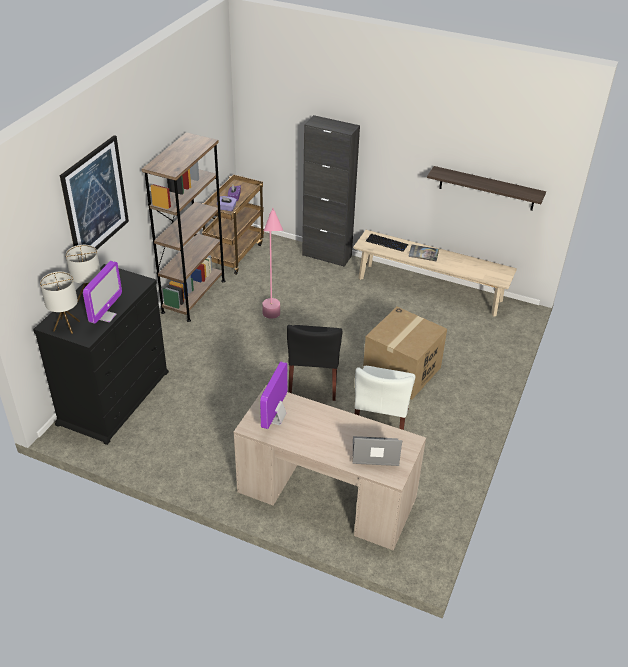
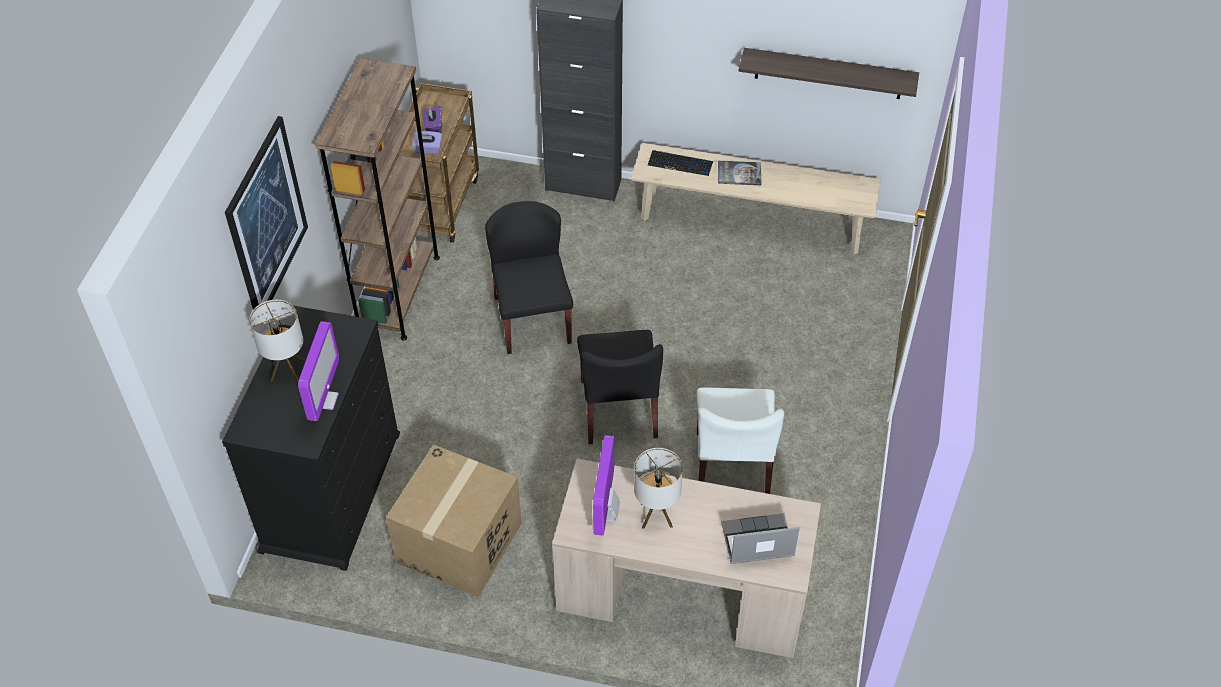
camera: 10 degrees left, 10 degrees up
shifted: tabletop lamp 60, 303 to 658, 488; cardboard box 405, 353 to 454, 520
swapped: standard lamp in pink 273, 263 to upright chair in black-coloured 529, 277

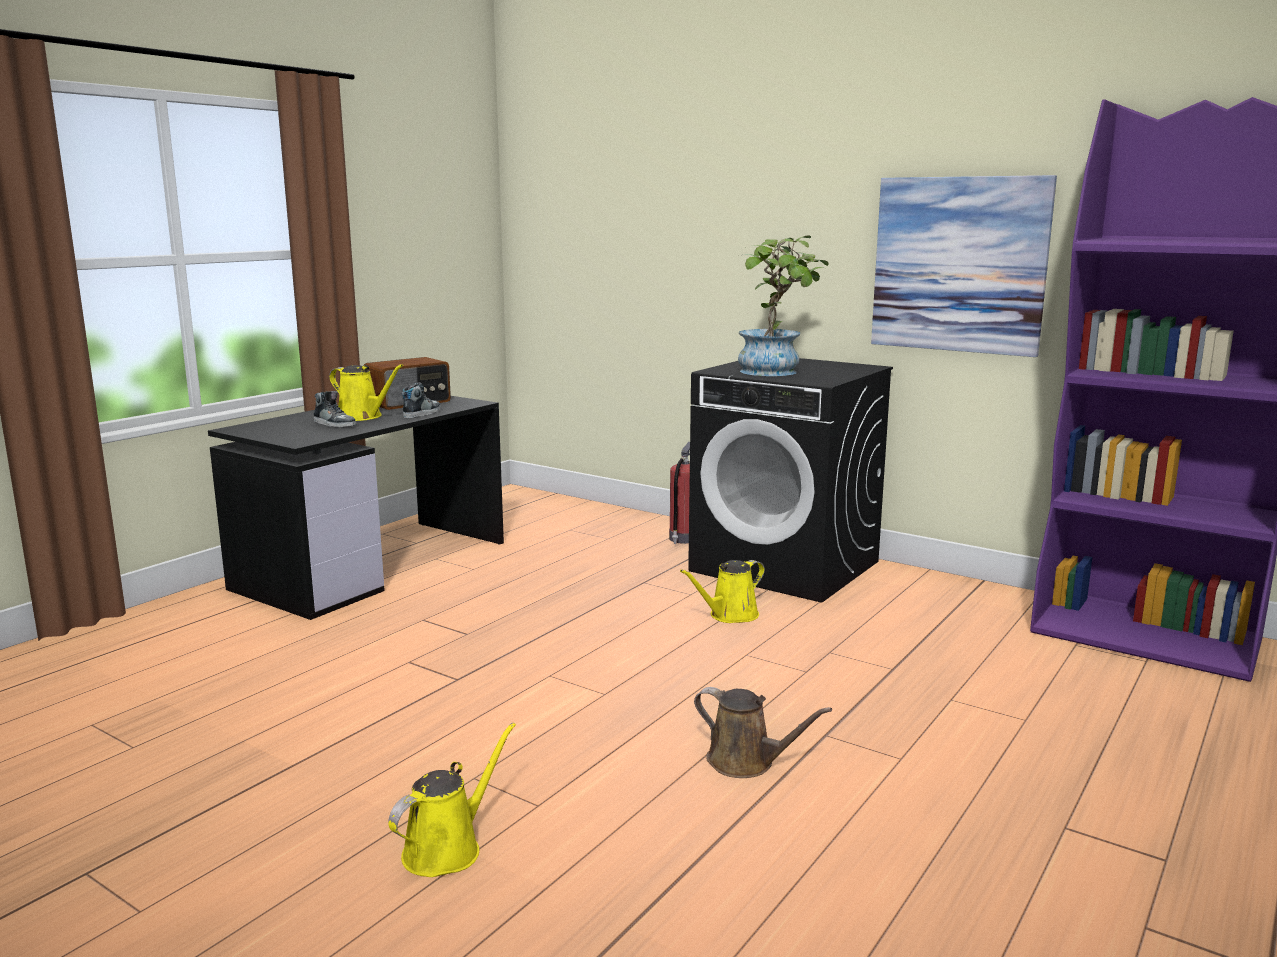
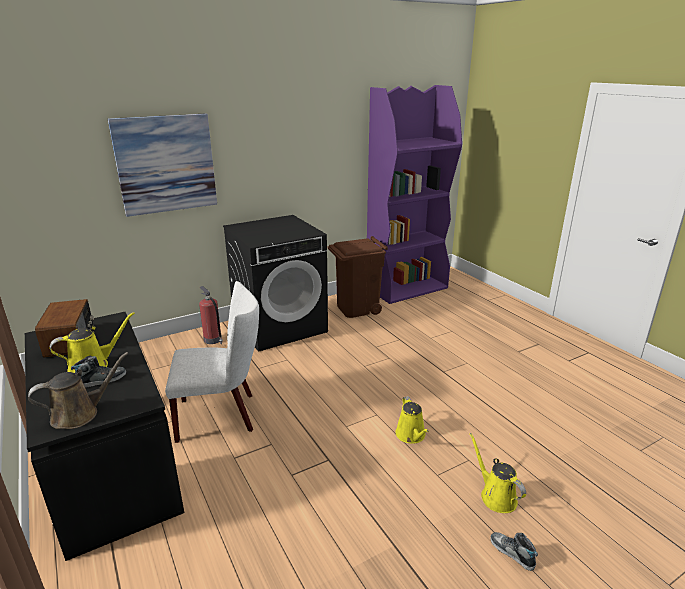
camera: 65 degrees left, 10 degrees up
gone: plant in a pot 783, 305
new: upright chair in whitish 212, 362; trash can in brownish 358, 277
shifted: shoe 420, 400 to 514, 551; watering pot in yellow 722, 591 to 412, 420; watering pot in brownish 763, 732 to 78, 390; picture 964, 266 to 162, 165

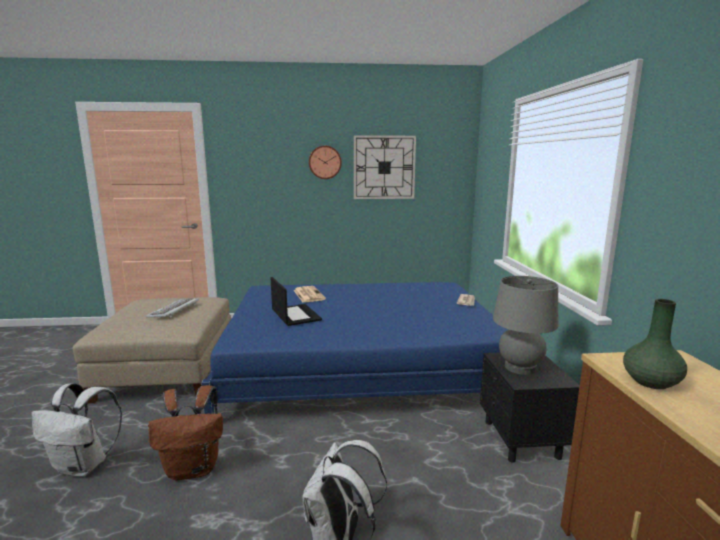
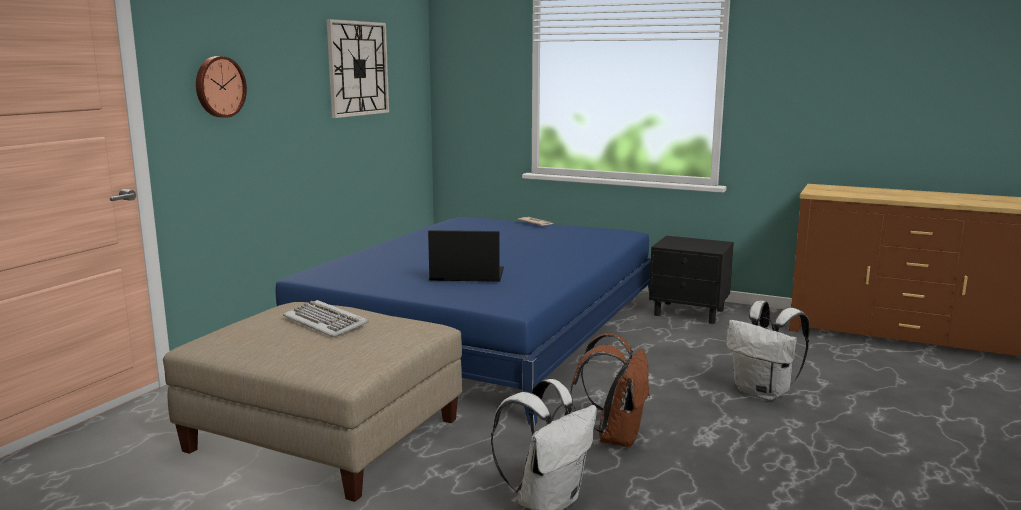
camera: 60 degrees left, 0 degrees up
gone: daily paper 309, 294; tabletop lamp in gray 525, 325; flower vase in green 655, 344
shifted: wall clock 325, 162 to 221, 87

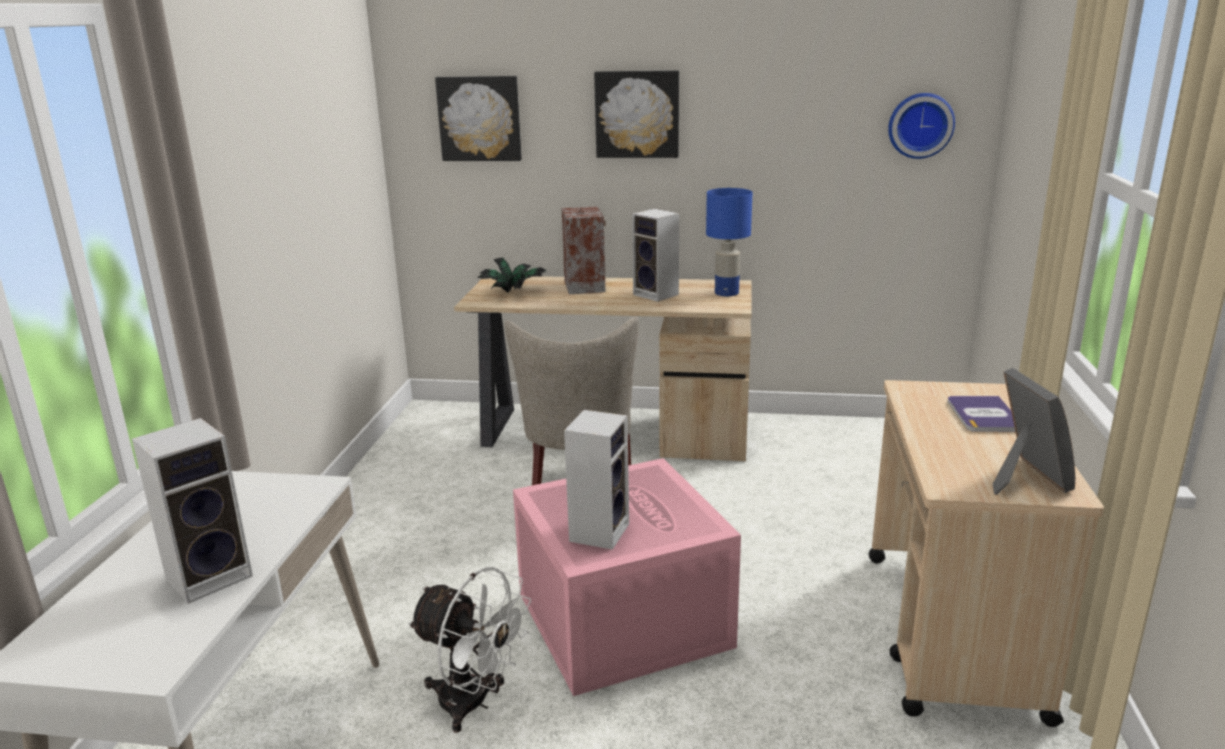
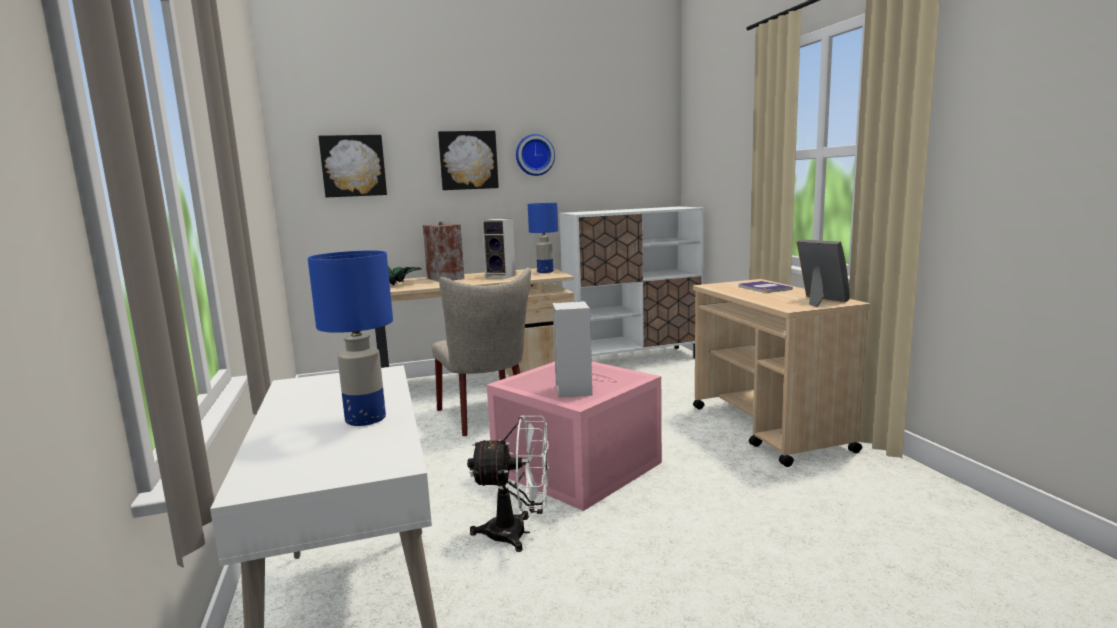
camera: 25 degrees left, 10 degrees down
new: cabinet in whitish 631, 282
shifted: wall clock 921, 126 to 535, 155
swapped: speaker 192, 511 to tabletop lamp in blue 350, 338

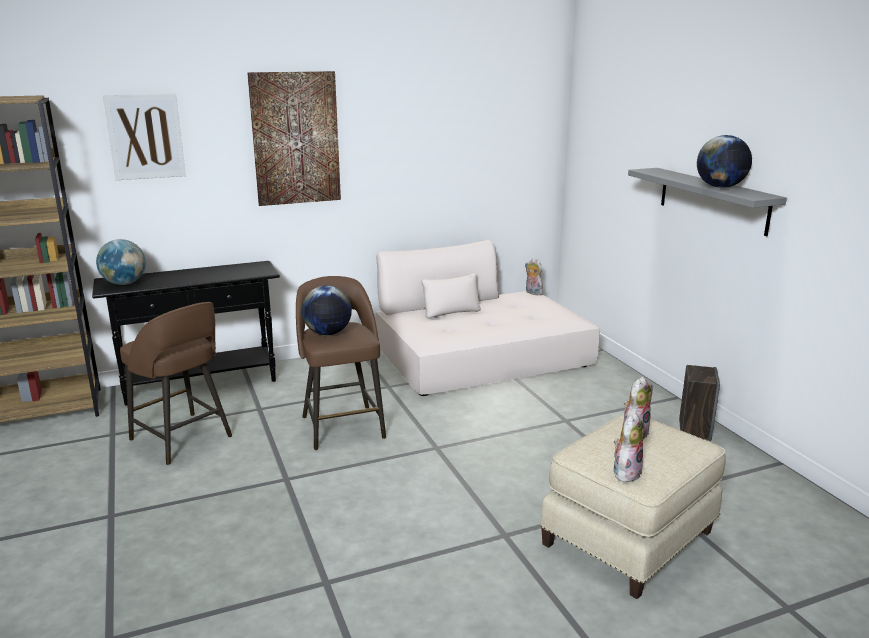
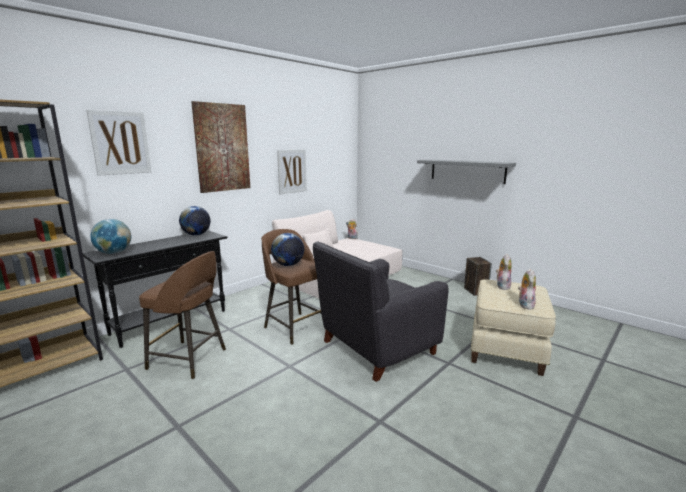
camera: 25 degrees left, 5 degrees down
new: picture 292, 172; easy chair in black-coloured 380, 311
shifted: desk globe 724, 161 to 195, 220

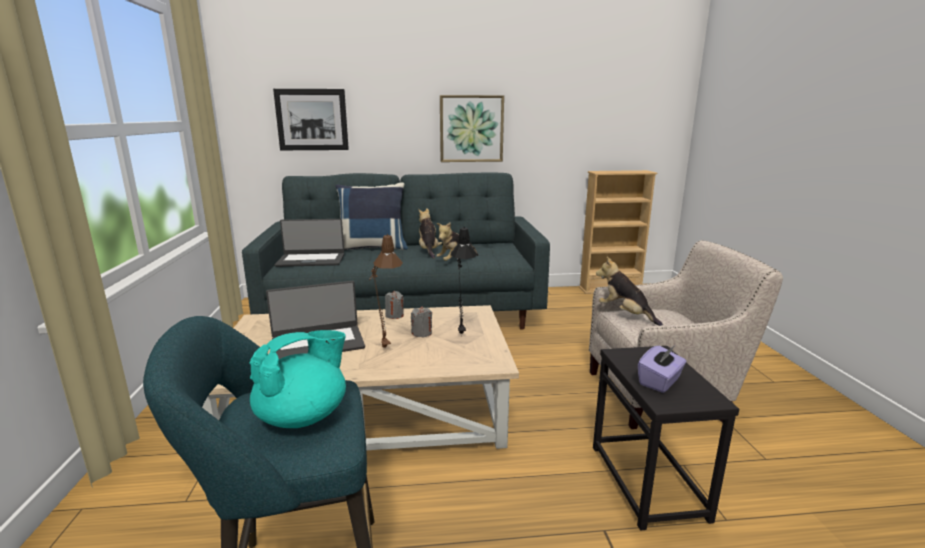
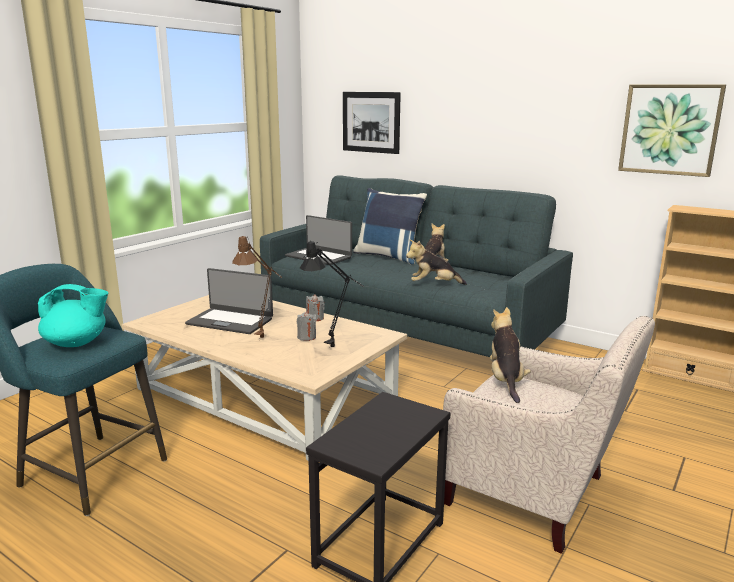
camera: 40 degrees right, 0 degrees up
gone: box of tissues in purple-coloured 662, 369
shifted: picture 472, 128 to 672, 131

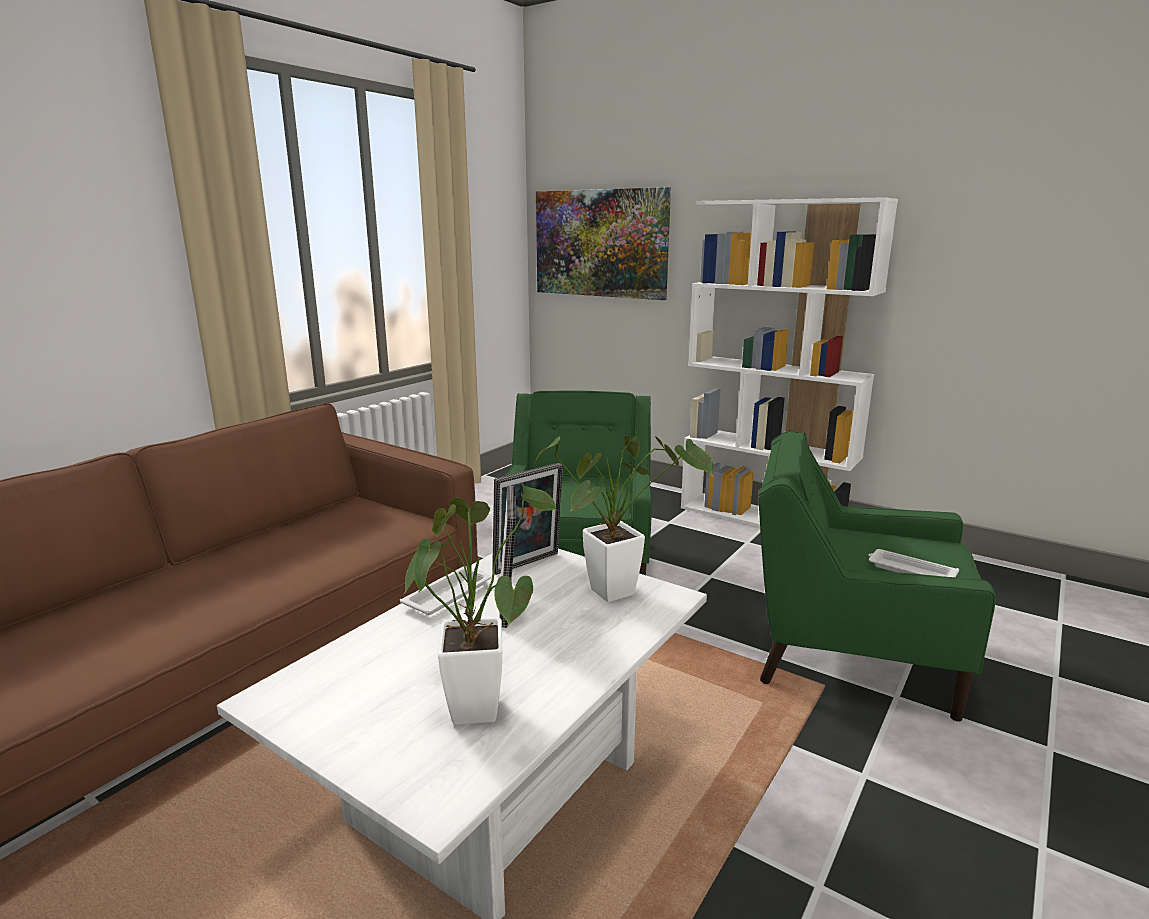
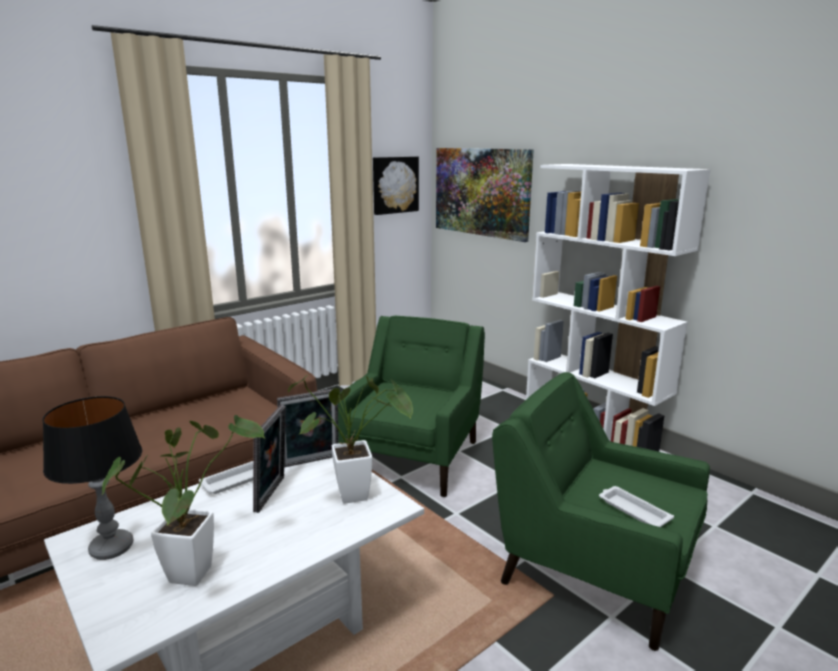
camera: 15 degrees right, 0 degrees up
new: tabletop lamp 92, 478; picture 396, 185

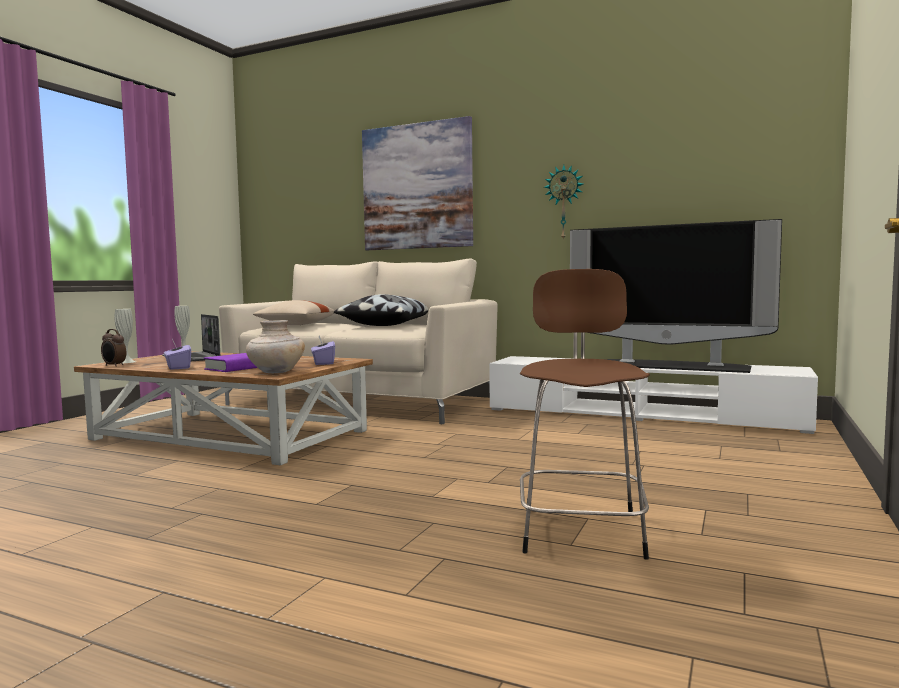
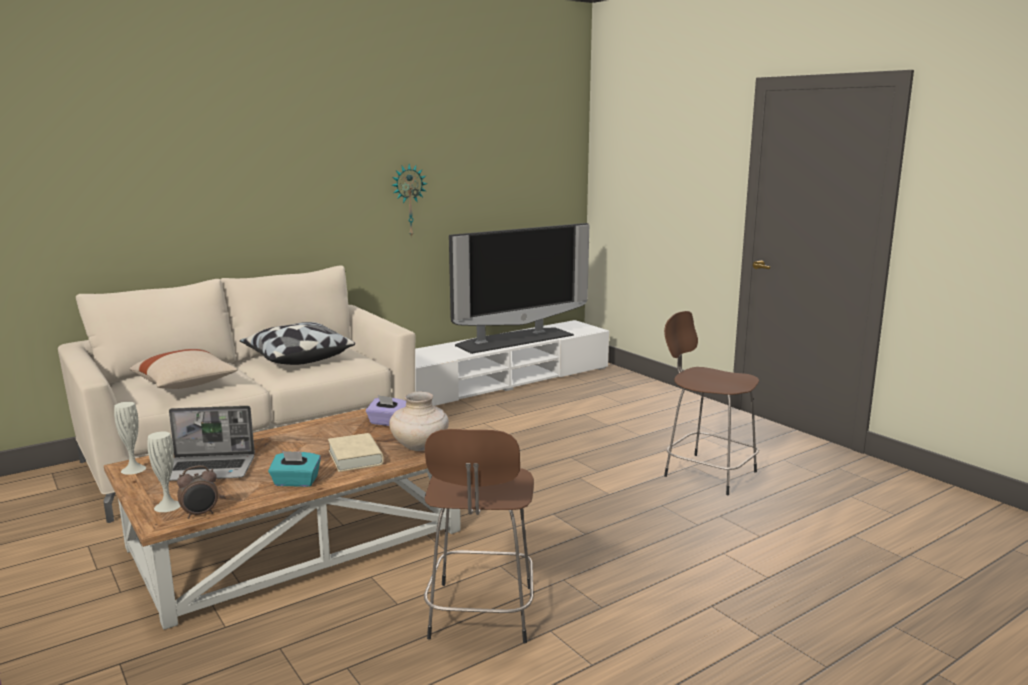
camera: 60 degrees left, 10 degrees up
gone: picture 417, 183
new: stool seat in brownish 479, 536
repainted: box of tissues in purple-coloured 177, 355 to box of tissues in turquoise-coloured 294, 469; volume in purple-coloured 230, 362 to volume in beige 356, 452

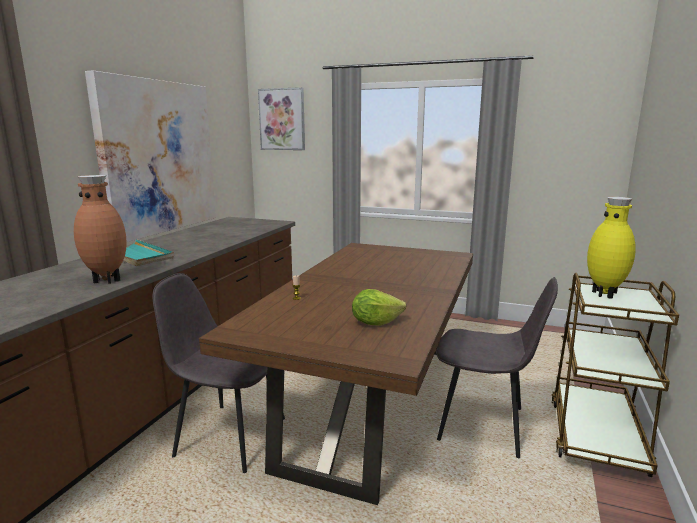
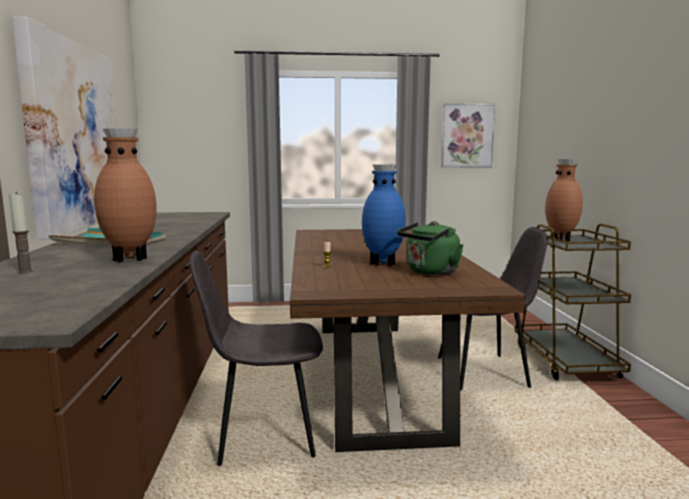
camera: 25 degrees left, 5 degrees down
new: wax light 21, 232; flower vase in blue 384, 215
shifted: picture 281, 118 to 468, 135
swapped: lettuce head 379, 307 to tea kettle in green 430, 248
repainted: flower vase in yellow 611, 247 to flower vase in brownish 564, 200

